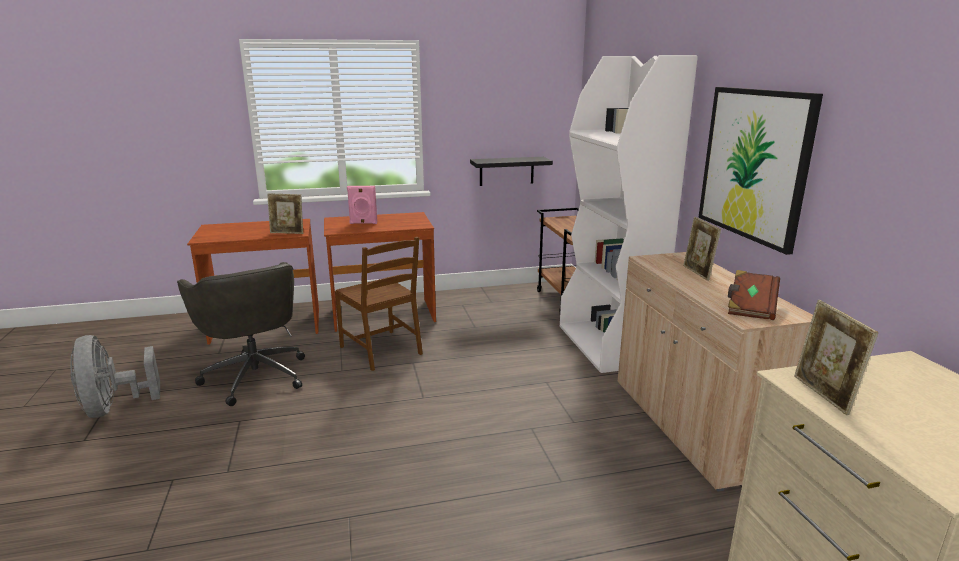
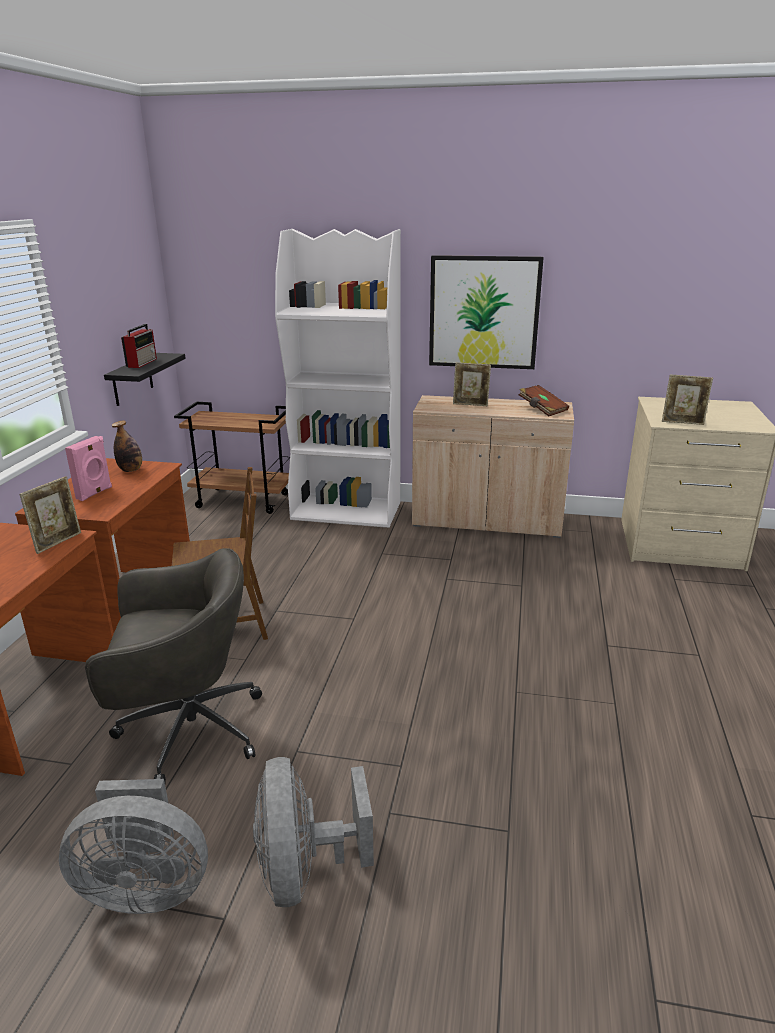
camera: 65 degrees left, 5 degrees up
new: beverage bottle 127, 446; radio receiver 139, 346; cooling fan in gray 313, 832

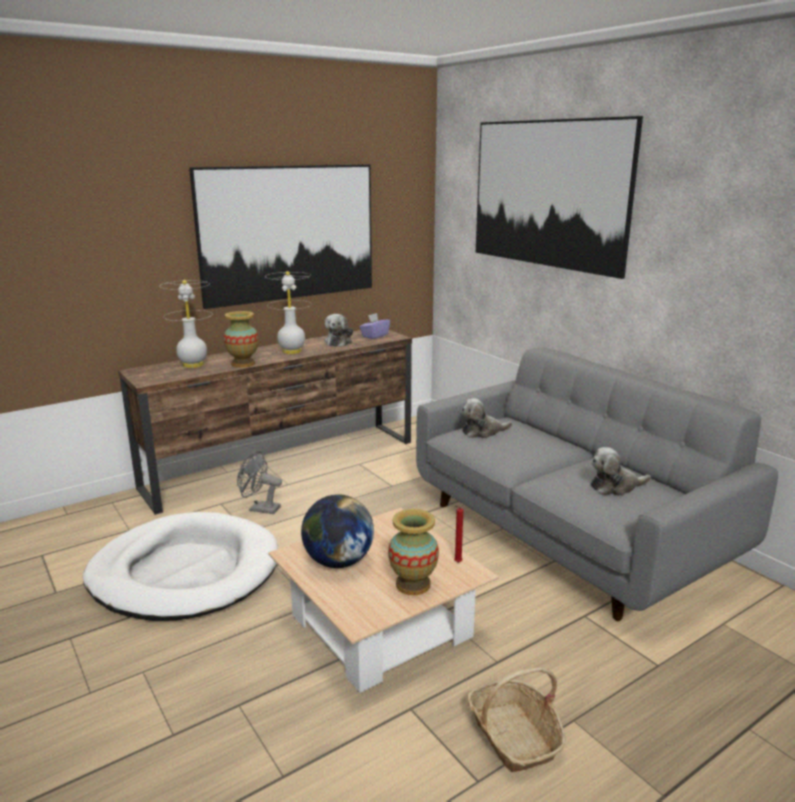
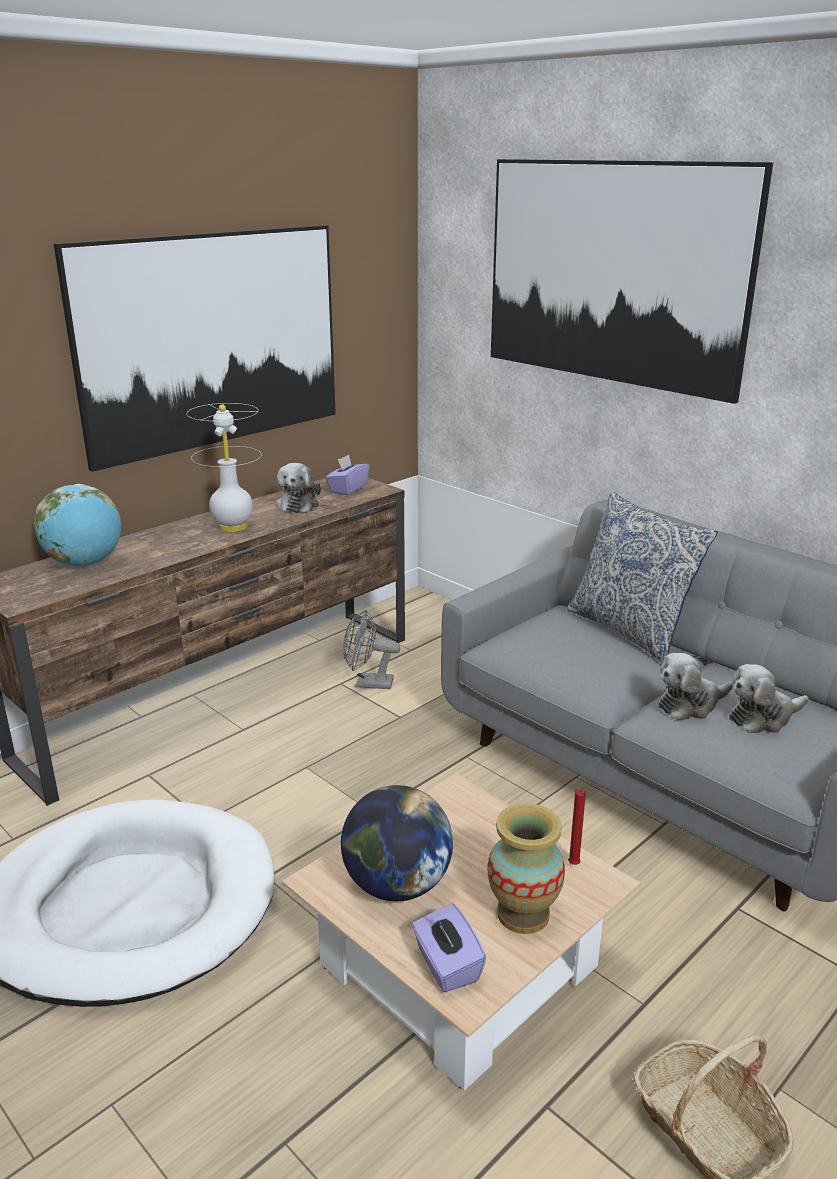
camera: 10 degrees left, 5 degrees up
gone: flower vase 241, 339
new: box of tissues in purple-coloured 449, 947; throw pillow 642, 577
shifted: cooling fan in gray 259, 482 to 372, 649; cuddly toy 486, 418 to 696, 686
swapped: tabletop lamp in whitish 186, 324 to desk globe 77, 525

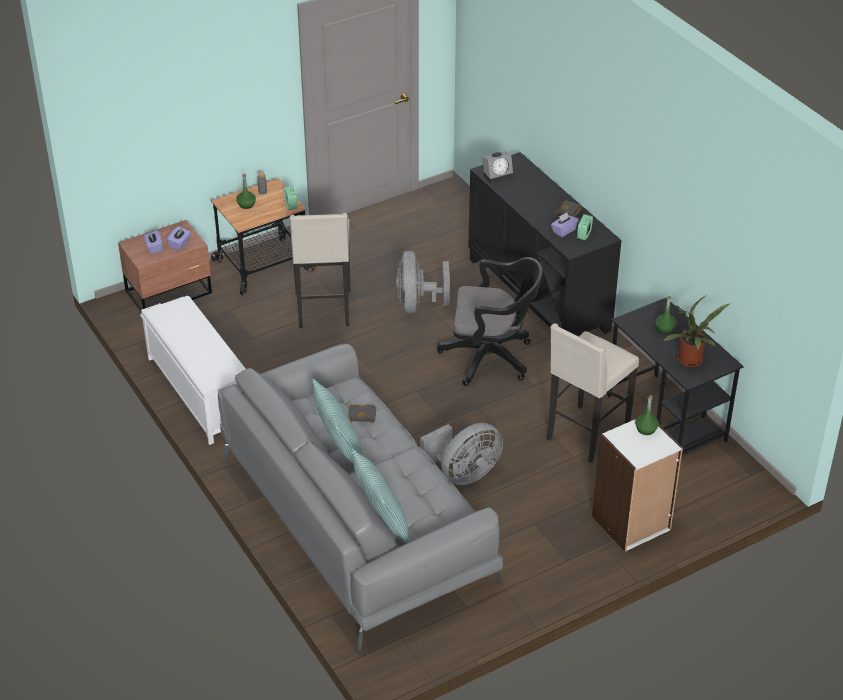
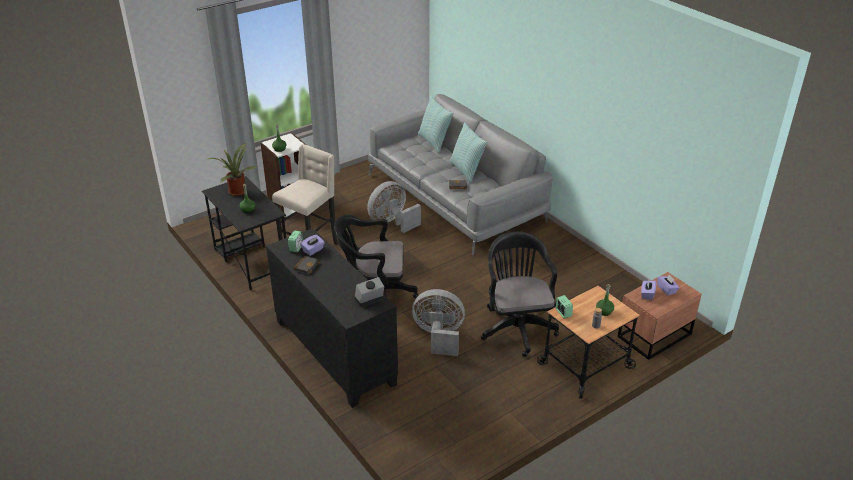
camera: 175 degrees right, 5 degrees down
gone: indoor bench in whitish 193, 370
swapped: stool seat in beige 320, 270 to computer chair in black-coloured 520, 294
rotated: cooling fan in gray 423, 282 = 438, 322 75 degrees counterclockwise

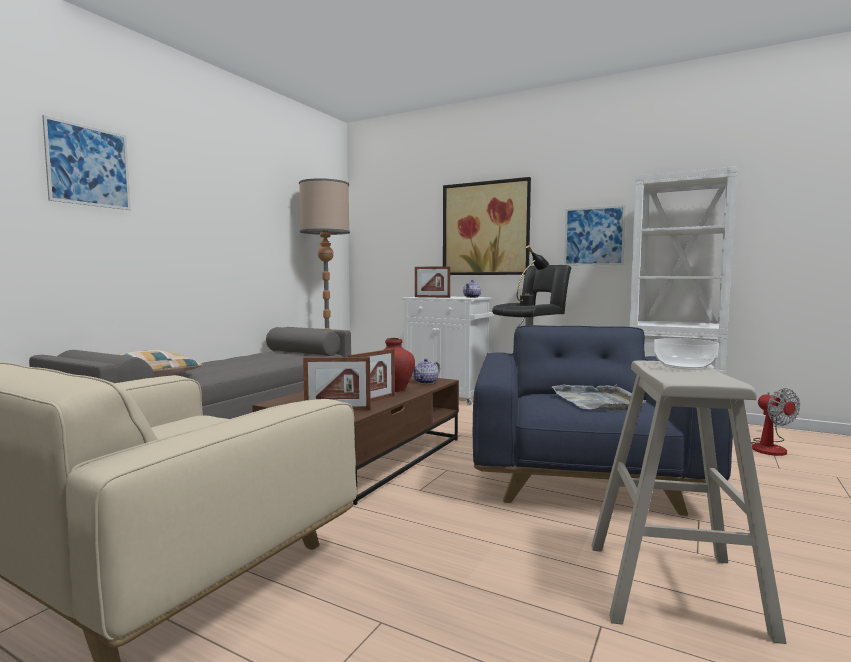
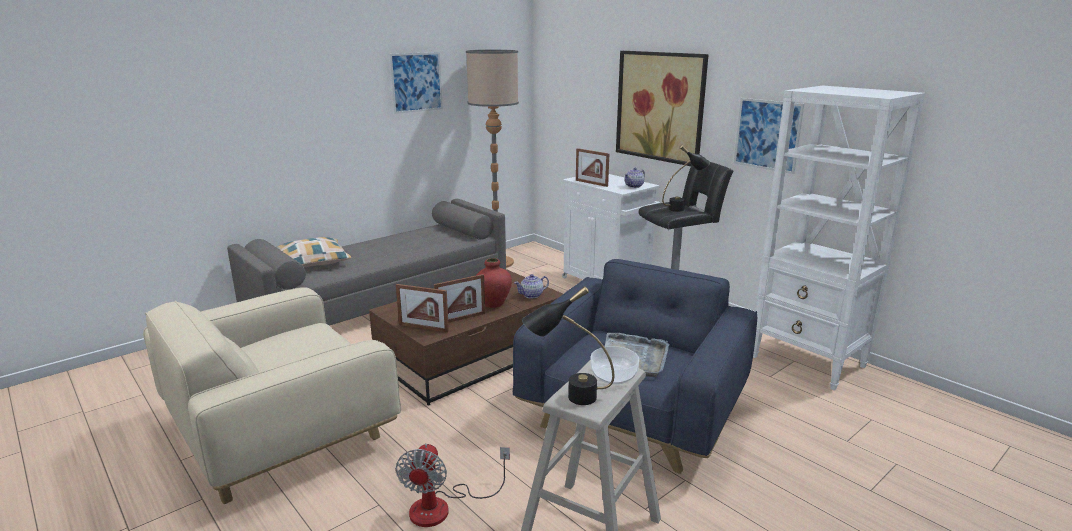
camera: 20 degrees right, 15 degrees up
new: tabletop lamp in black-coloured 568, 345
shifted: picture 86, 162 to 416, 83; cooling fan 775, 422 to 452, 485

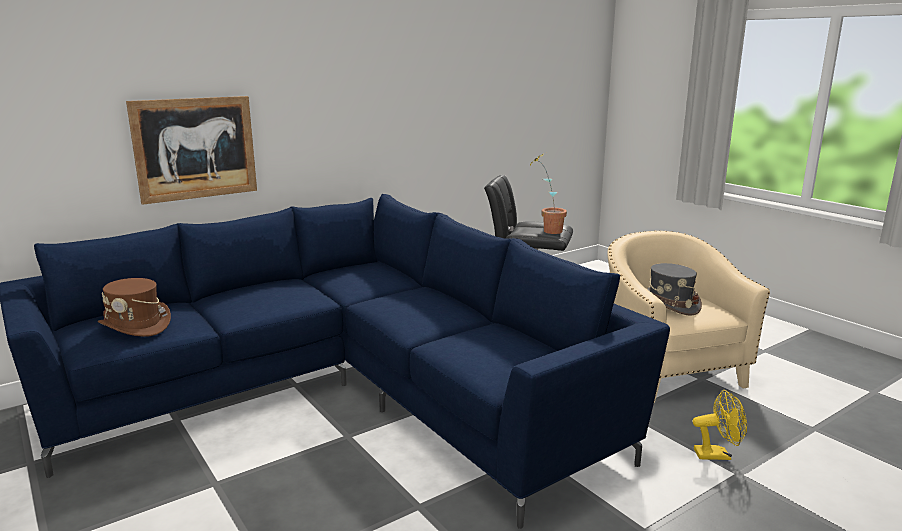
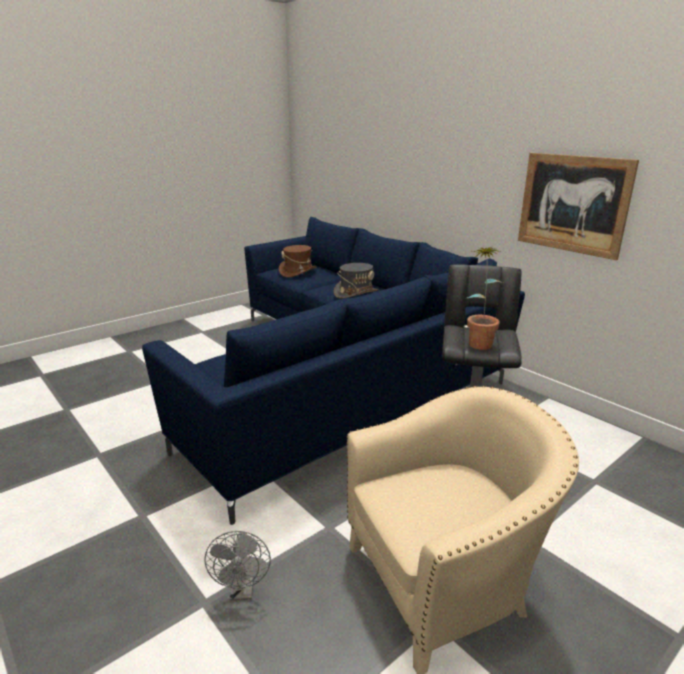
camera: 85 degrees right, 5 degrees up
shifted: picture 191, 150 to 578, 206; clothing hat in gray 674, 289 to 356, 280
repainted: cooling fan in yellow 720, 425 to cooling fan in gray 237, 565

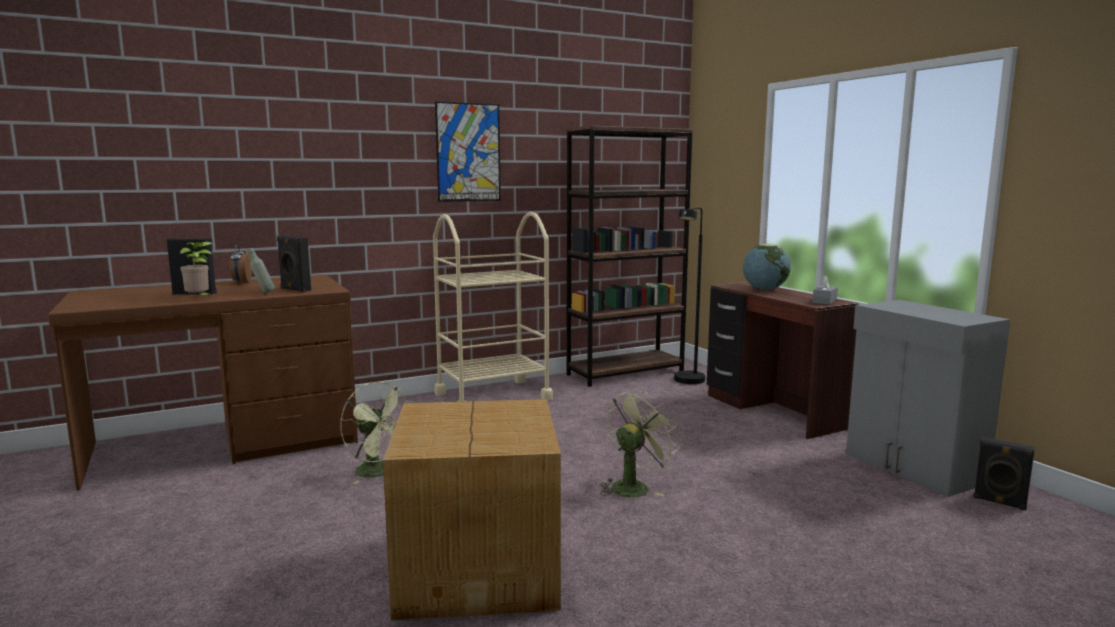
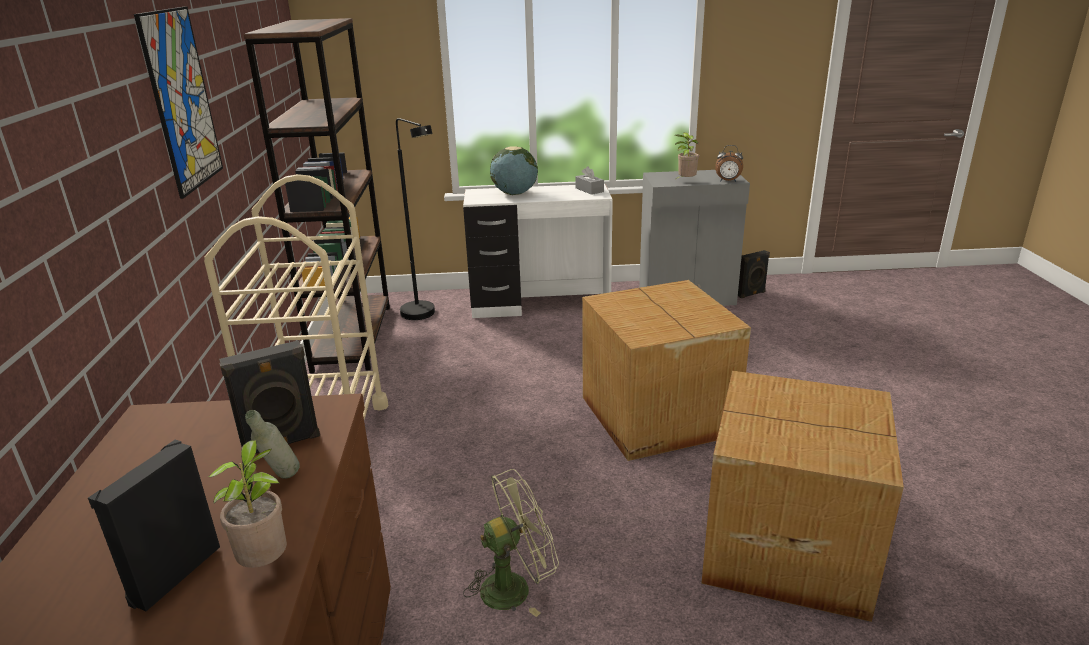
camera: 65 degrees left, 15 degrees up
new: plant in a pot 687, 155
shifted: bedside clock 240, 264 to 729, 163
swapped: cooling fan in green 640, 443 to cardboard box 666, 370
repainted: desk table in brownish 783, 360 to desk table in whitish 538, 251

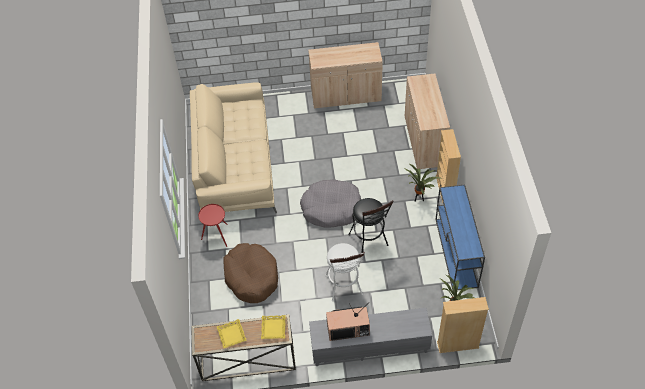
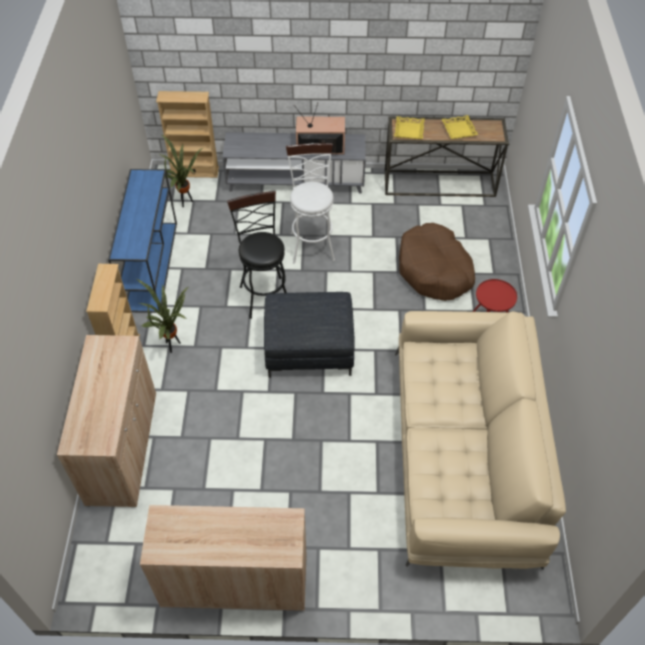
camera: 175 degrees left, 0 degrees up
swapped: pet bed in gray 330, 203 to footrest in gray 309, 335

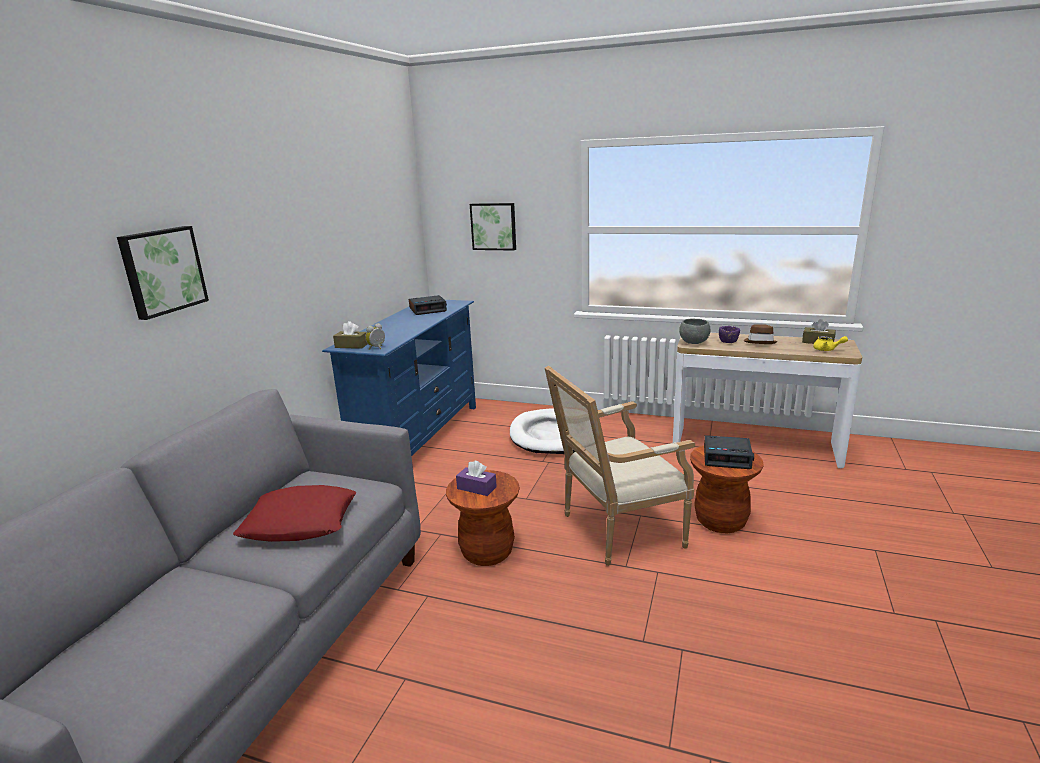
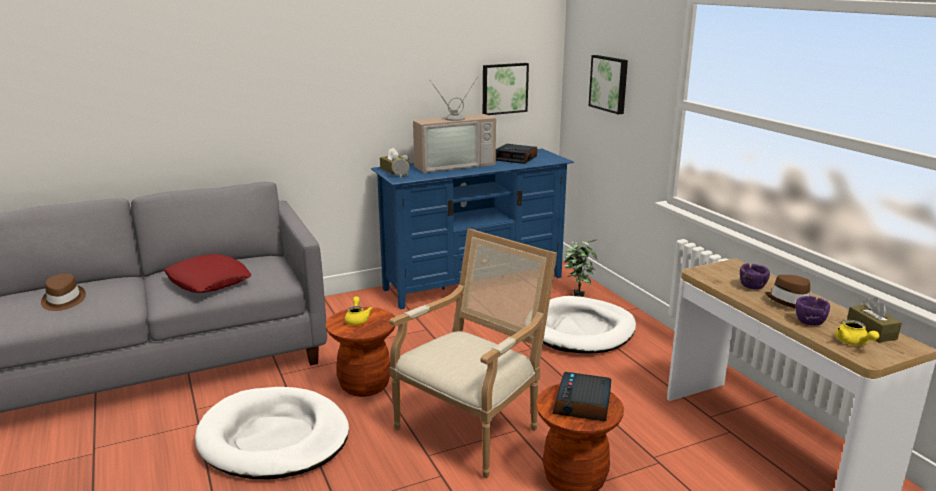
camera: 45 degrees right, 0 degrees up
gone: deep dish in gray 694, 331
new: clothing hat in brownish 63, 292; pet bed in whitish 272, 433; TV 454, 125; plant in a pot 580, 268; deep dish in purple-coloured 812, 311
shifted: picture 163, 273 to 506, 89
swapped: box of tissues in purple-coloured 476, 478 to pot for tea in yellow 358, 310
rotated: easy chair 620, 466 = 473, 353 105 degrees clockwise; bedside clock 729, 452 = 582, 396 45 degrees clockwise

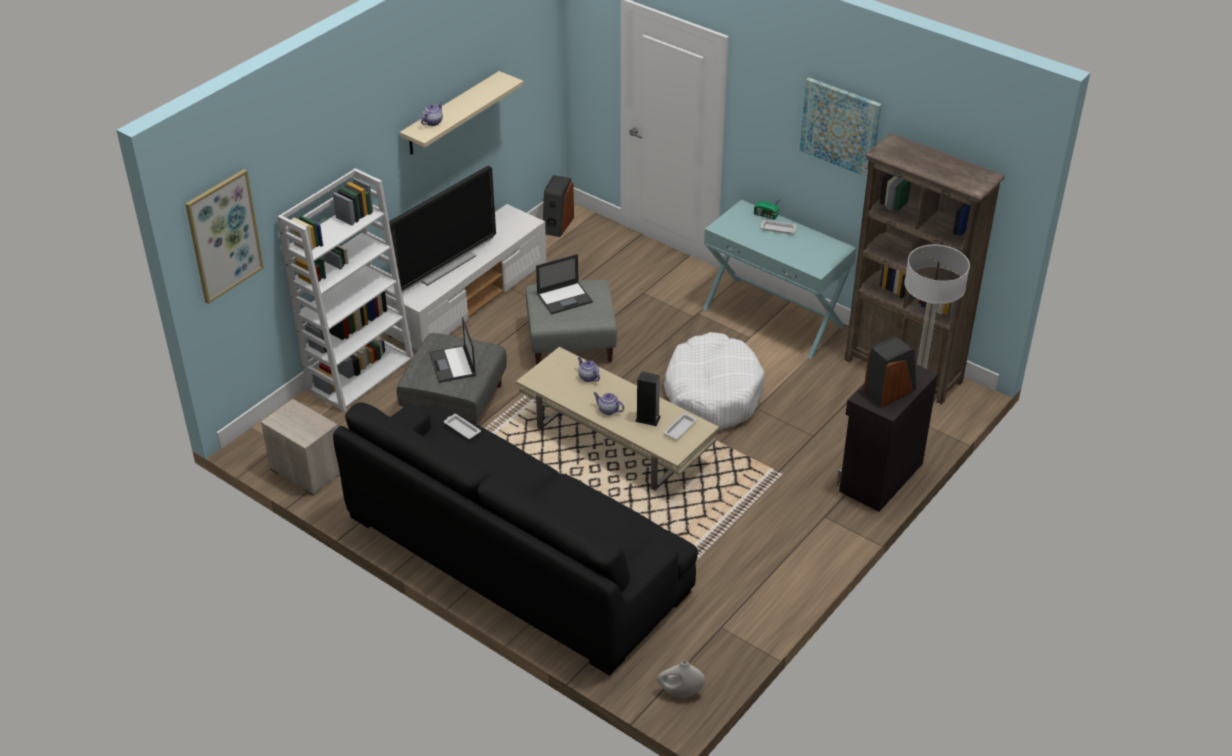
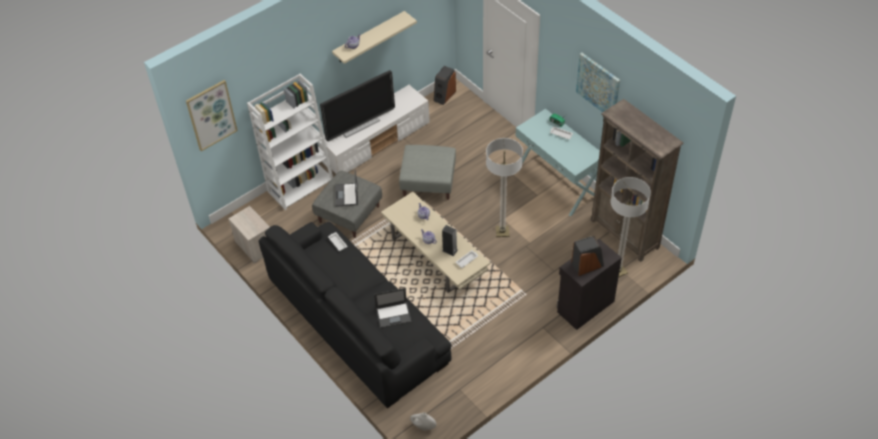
camera: 15 degrees right, 10 degrees up
shifted: laptop 564, 284 to 393, 308
swapped: pet bed in whitish 714, 381 to standard lamp 504, 187

